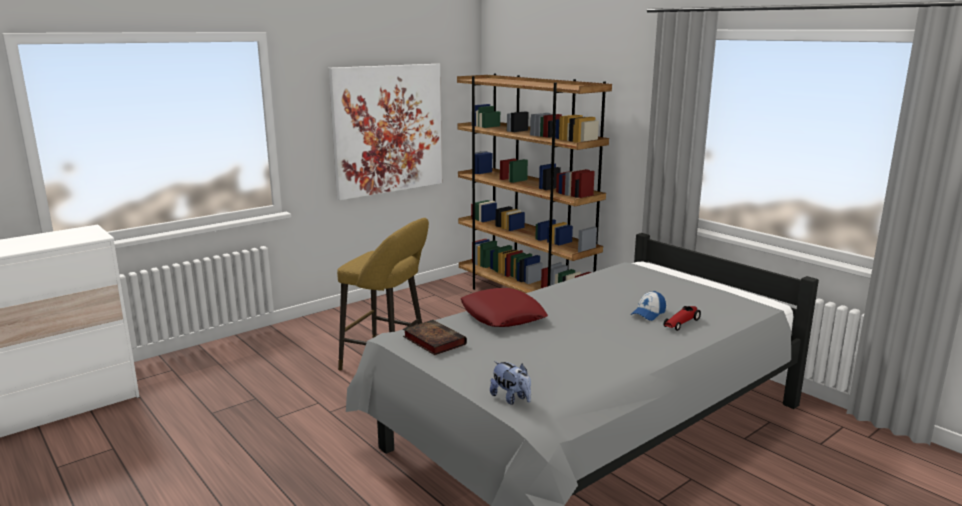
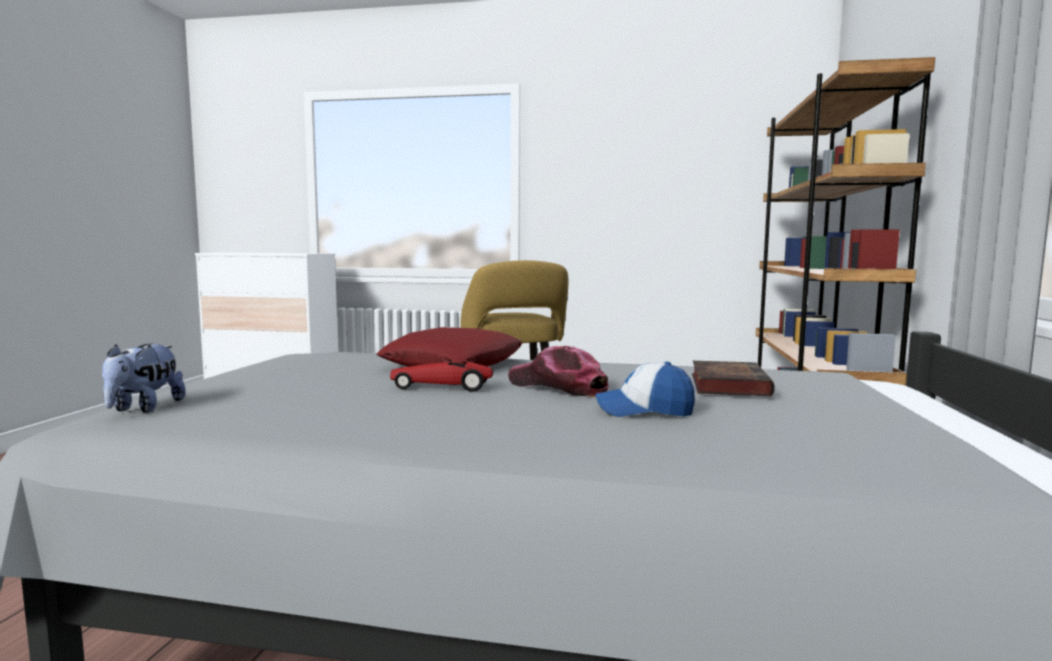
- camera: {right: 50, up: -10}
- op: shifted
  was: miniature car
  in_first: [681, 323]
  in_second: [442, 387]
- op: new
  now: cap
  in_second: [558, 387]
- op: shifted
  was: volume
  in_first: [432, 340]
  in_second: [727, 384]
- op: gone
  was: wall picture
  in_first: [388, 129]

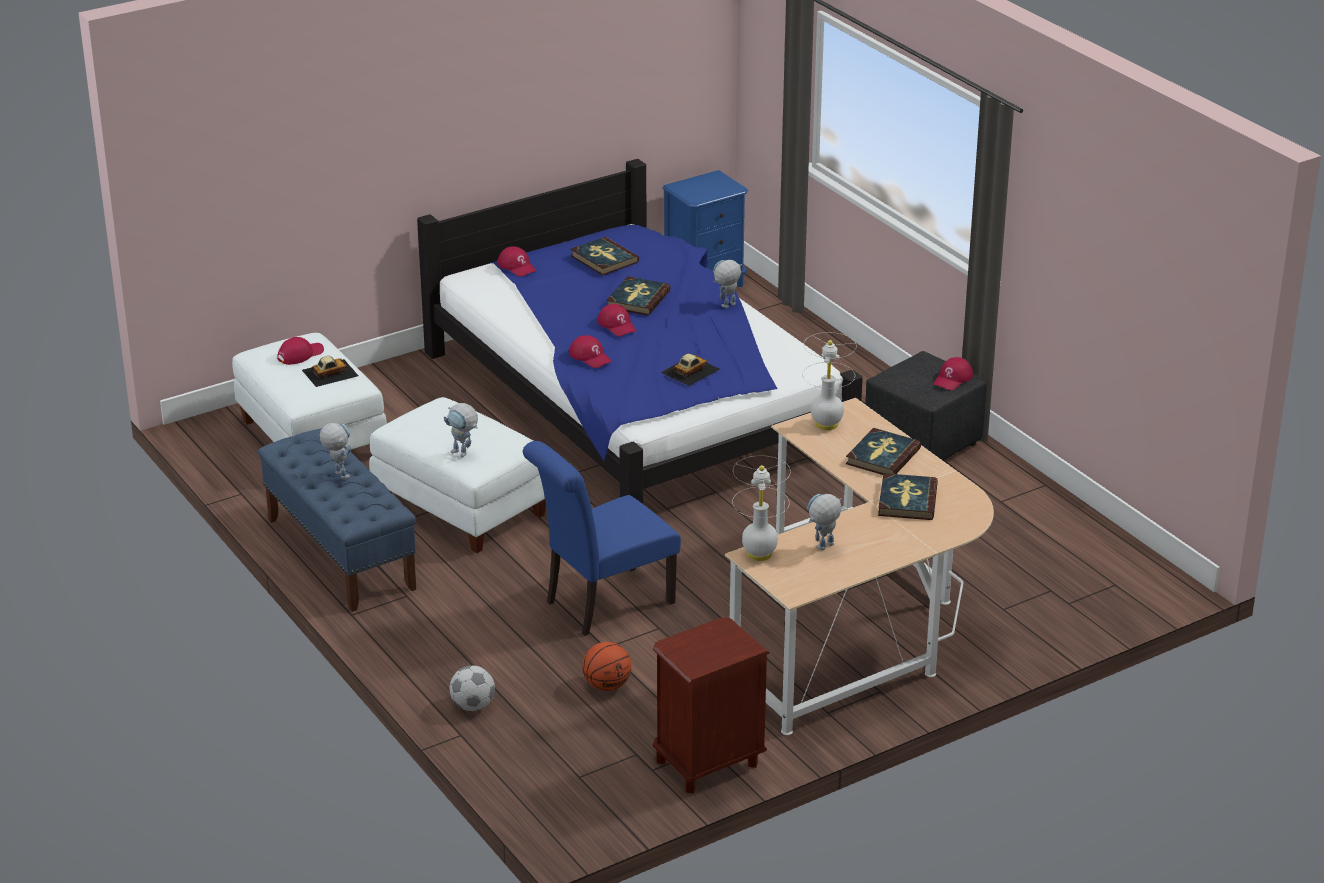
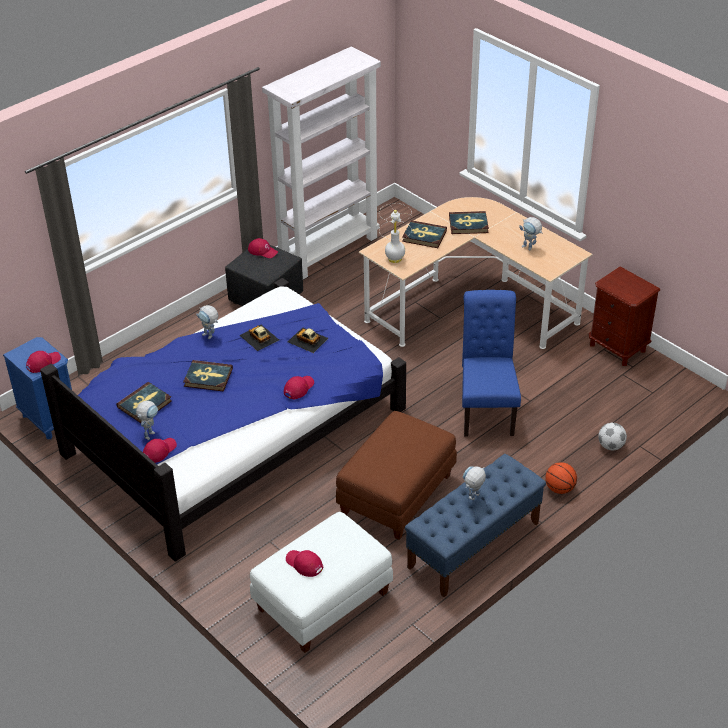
- camera: {right: -100, up: 10}
- op: shifted
  was: reddish cap
  in_first: [617, 325]
  in_second: [43, 362]
- op: shifted
  was: model robot
  in_first: [463, 454]
  in_second: [150, 433]
- op: shifted
  was: miniature car
  in_first: [329, 373]
  in_second: [259, 337]
- op: new
  now: white bookcase
  in_second: [328, 250]
- op: repainted
  was: white footrest
  now: brown-coloured footrest
  in_first: [463, 507]
  in_second: [396, 493]
- op: rotated
  was: bluish plain chair
  in_first: [602, 604]
  in_second: [486, 409]
  clockwise: -135
- op: shifted
  was: basketball ball
  in_first: [606, 685]
  in_second: [559, 489]
- op: gone
  was: white lamp for a table
  in_first: [760, 554]

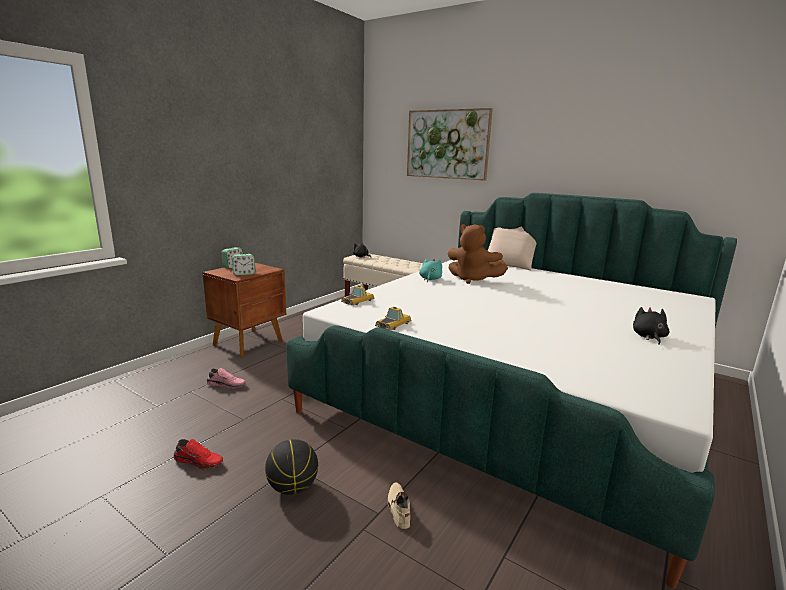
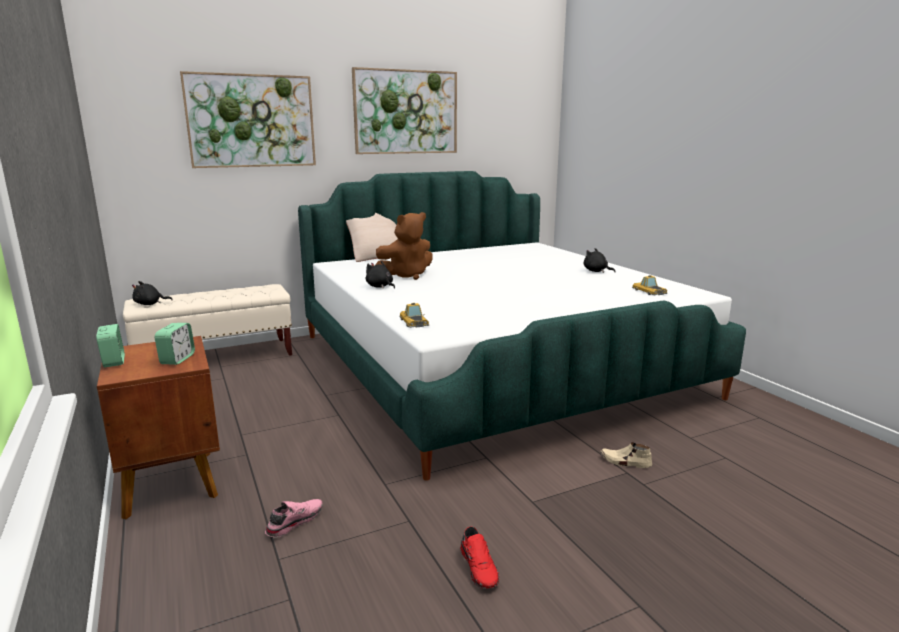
- camera: {right: -60, up: 0}
- op: new
  now: wall picture
  in_second: [406, 112]
- op: repainted
  was: turquoise plush toy
  now: black plush toy
  in_first: [430, 279]
  in_second: [380, 287]
- op: rotated
  was: reddish item of footwear
  in_first: [199, 461]
  in_second: [480, 567]
  clockwise: 120
- op: shifted
  was: miniature car
  in_first: [394, 324]
  in_second: [648, 291]
- op: gone
  was: basketball ball
  in_first: [293, 487]

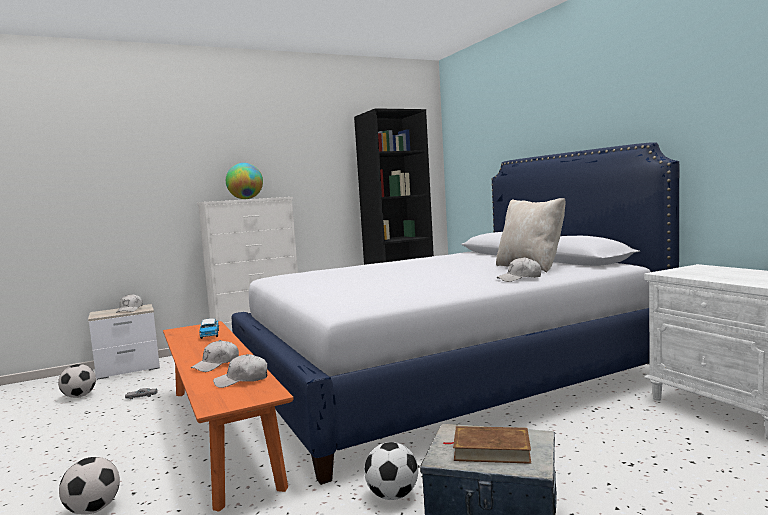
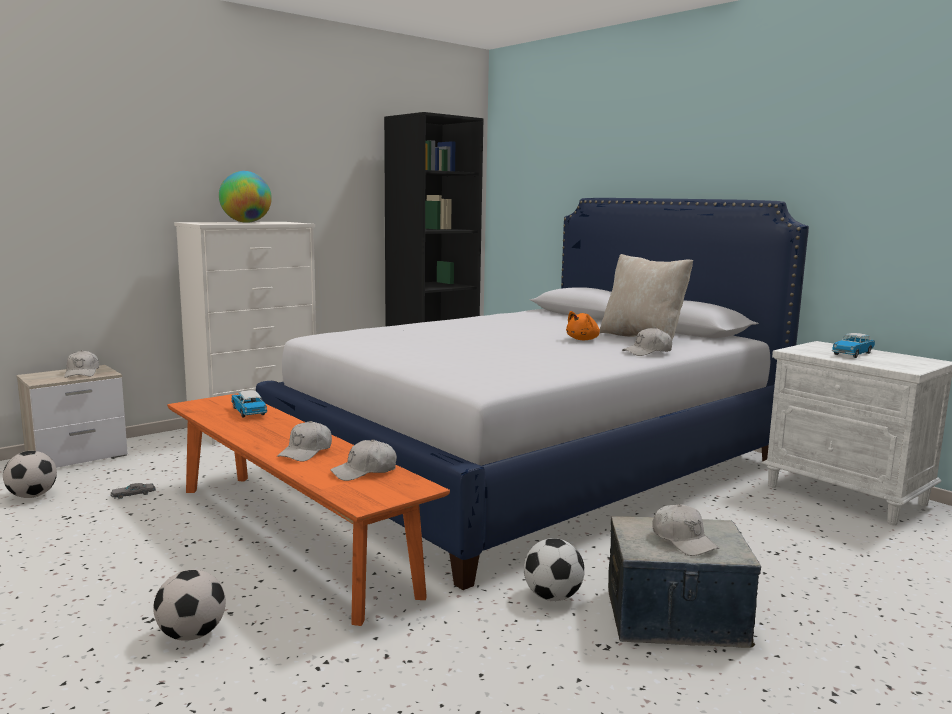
- camera: {right: -15, up: 5}
- op: new
  now: orange plush toy
  in_second: [583, 340]
- op: swapped
  was: brown-coloured volume
  now: white cap
  in_first: [491, 449]
  in_second: [683, 540]
- op: new
  now: miniature car
  in_second: [852, 354]

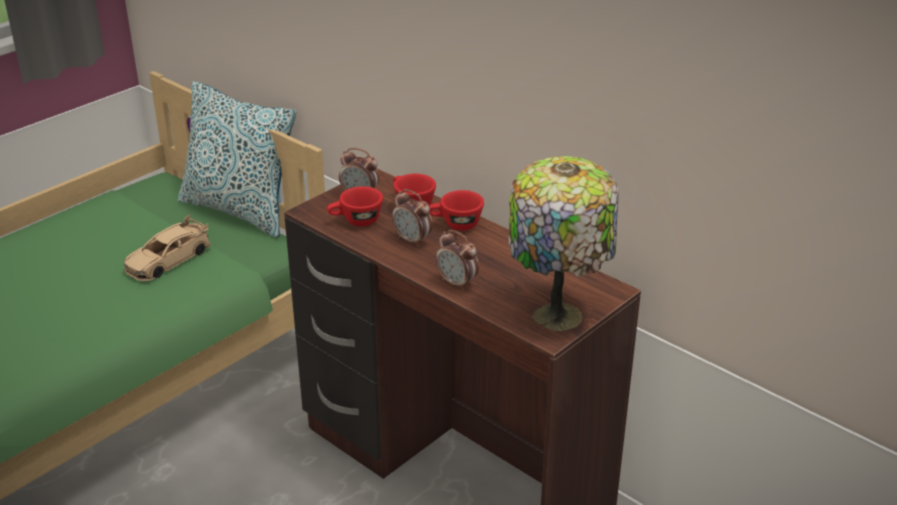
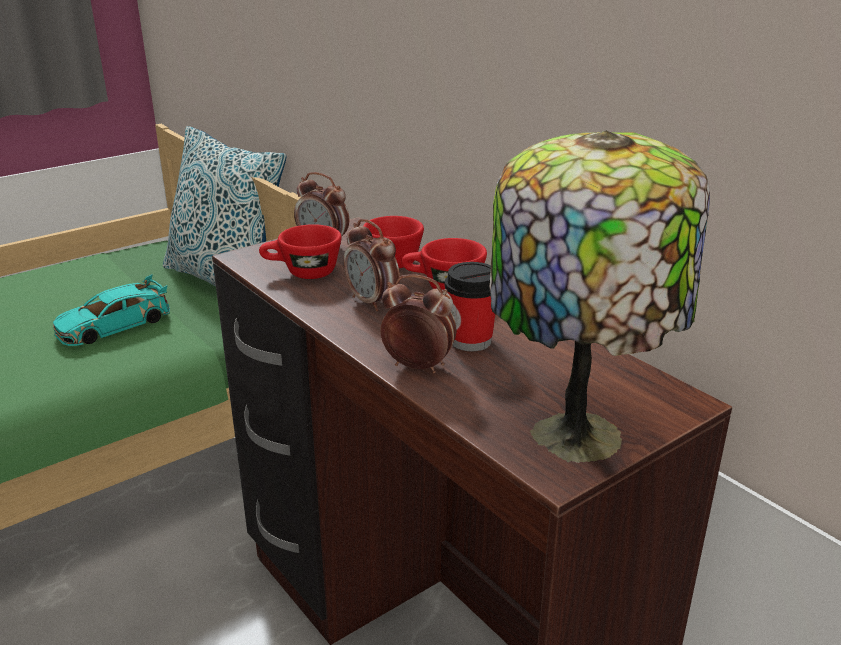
- camera: {right: 10, up: -5}
- op: repainted
  was: sand-coloured miniature car
  now: turquoise miniature car
  in_first: [168, 260]
  in_second: [114, 325]
- op: rotated
  was: bedside clock
  in_first: [457, 283]
  in_second: [418, 366]
  clockwise: 150
- op: new
  now: cup
  in_second: [470, 341]

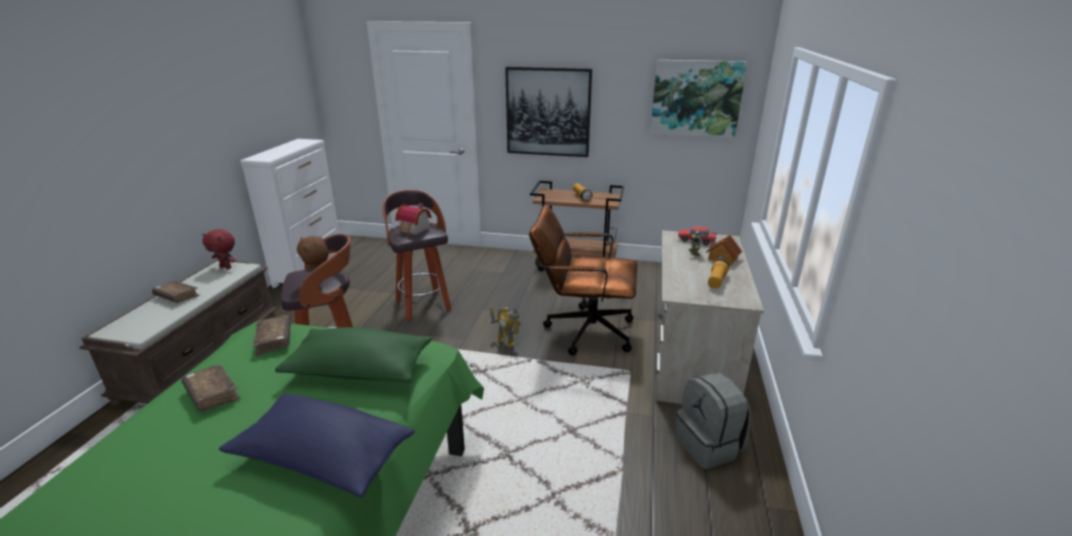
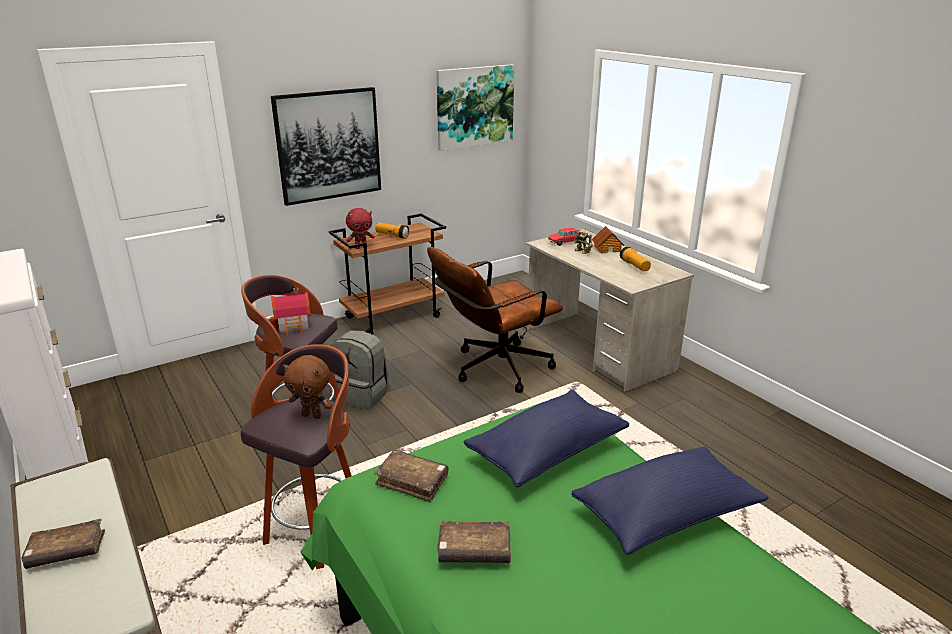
- camera: {right: -45, up: 0}
- op: shifted
  was: grey backpack
  in_first: [709, 446]
  in_second: [362, 395]
- op: shifted
  was: reddish plush toy
  in_first: [226, 267]
  in_second: [361, 247]
- op: repainted
  was: green throw pillow
  now: bluish throw pillow
  in_first: [360, 370]
  in_second: [546, 452]
- op: gone
  was: model robot
  in_first: [505, 342]

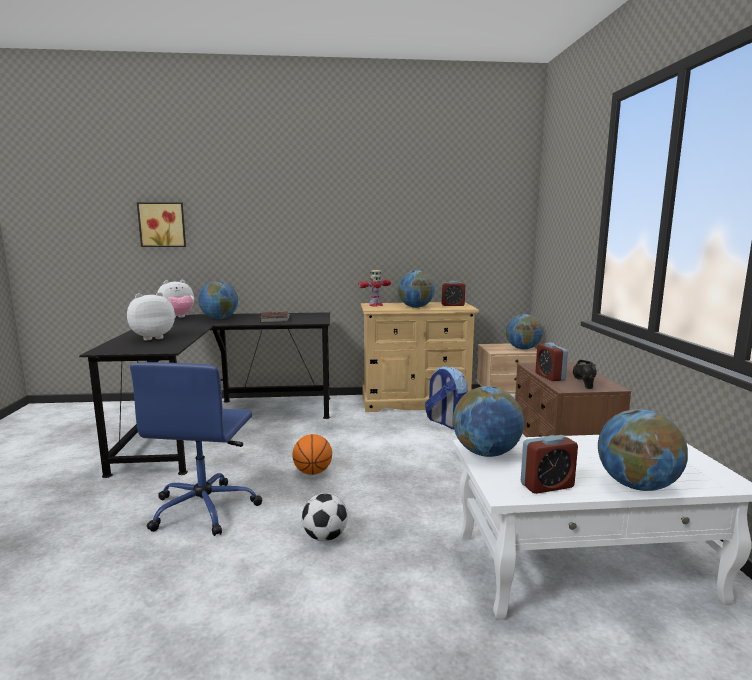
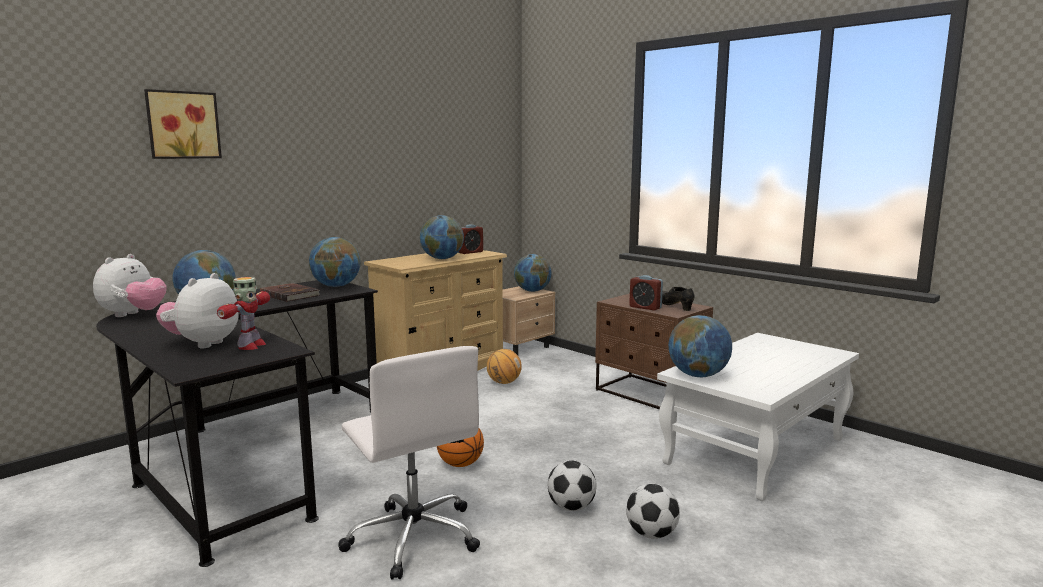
- camera: {right: -40, up: 0}
- op: shifted
  was: wall picture
  in_first: [162, 224]
  in_second: [182, 125]
- op: shifted
  was: model robot
  in_first: [375, 305]
  in_second: [250, 346]
- op: shifted
  was: world globe
  in_first: [636, 485]
  in_second: [336, 286]
- op: repainted
  was: bluish desk chair
  now: white desk chair
  in_first: [205, 508]
  in_second: [413, 536]
- op: swapped
  was: backpack
  now: basketball ball
  in_first: [446, 423]
  in_second: [503, 382]
- op: new
  now: football
  in_second: [651, 534]
- op: gone
  was: bedside clock
  in_first: [547, 485]

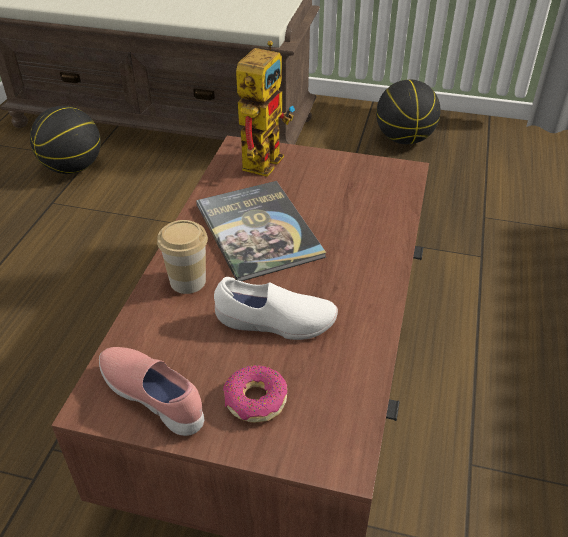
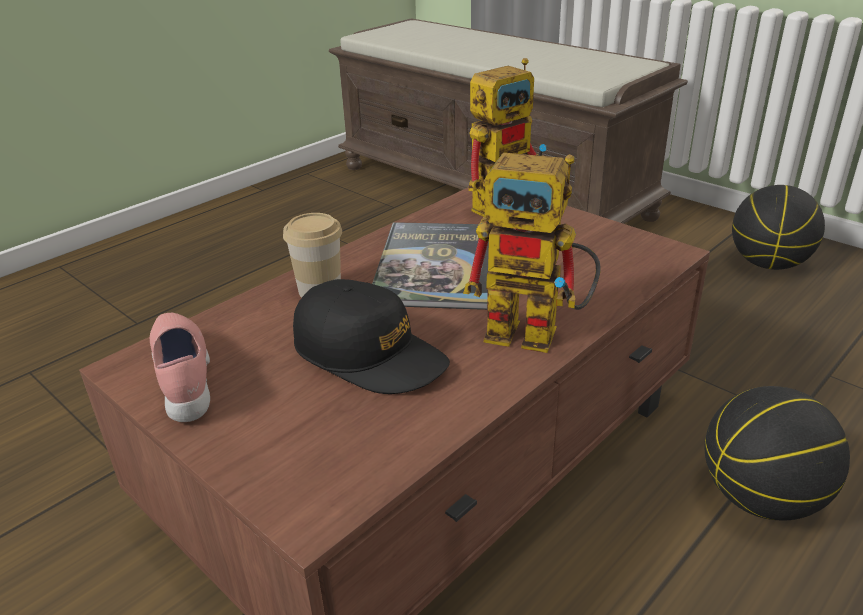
- camera: {right: 30, up: -10}
- op: swapped
  was: white item of footwear
  now: black cap
  in_first: [275, 324]
  in_second: [369, 354]
- op: new
  now: model robot
  in_second: [538, 333]
- op: shifted
  was: basketball ball
  in_first: [73, 168]
  in_second: [761, 499]
- op: gone
  was: donut
  in_first: [255, 400]

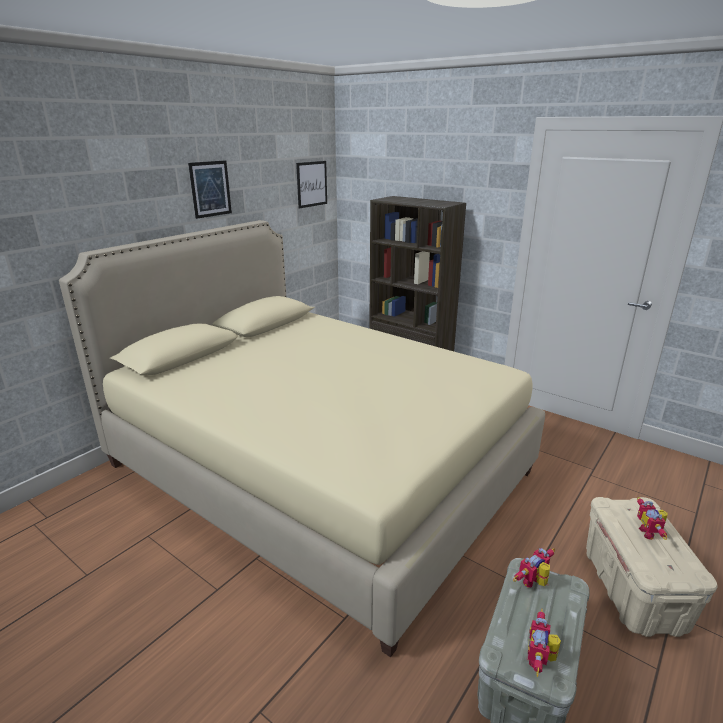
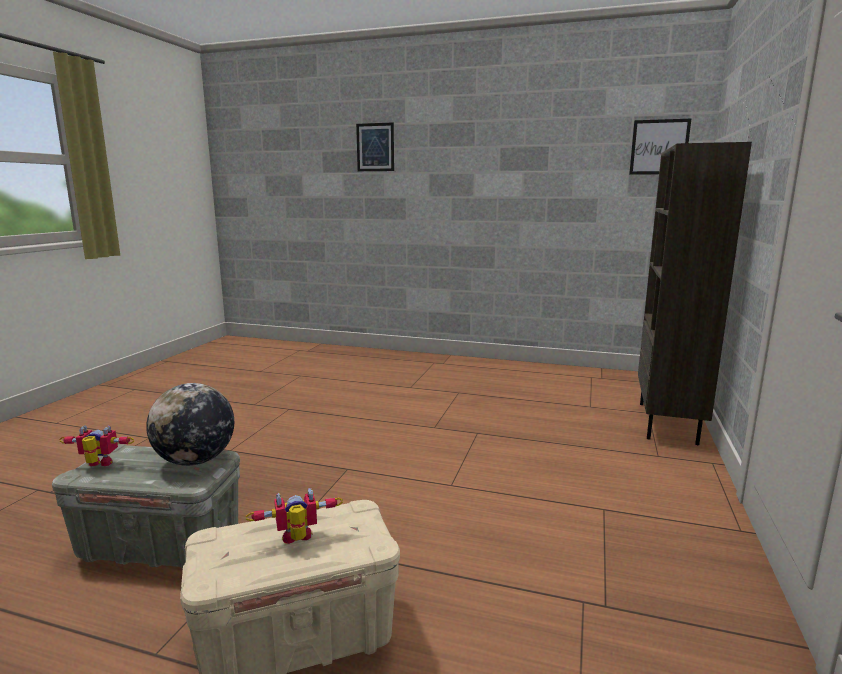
- camera: {right: 70, up: -10}
- op: swapped
  was: model robot
  now: world globe
  in_first: [534, 583]
  in_second: [195, 461]
- op: shifted
  was: wall picture
  in_first: [210, 189]
  in_second: [375, 147]
- op: gone
  was: sand-coloured sleeping bed
  in_first: [317, 469]

